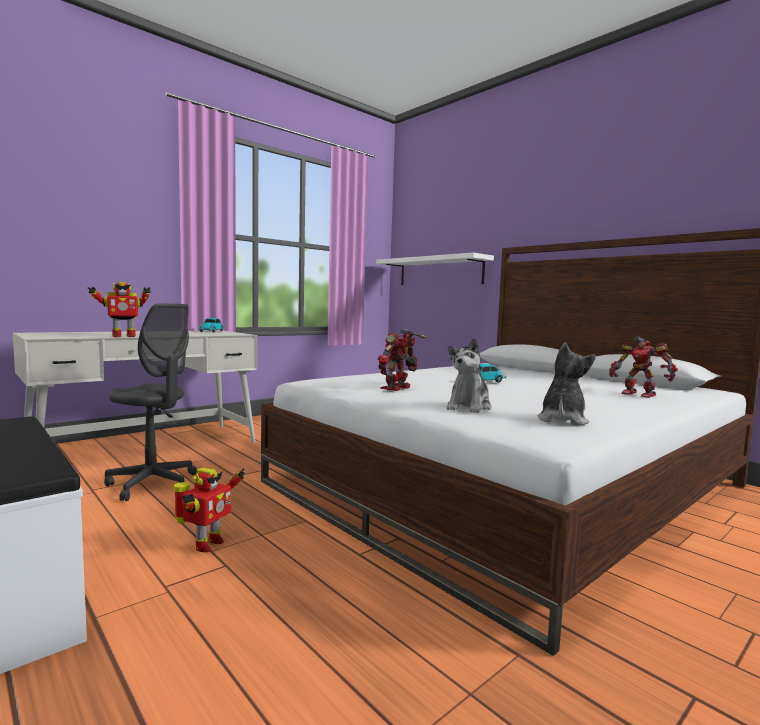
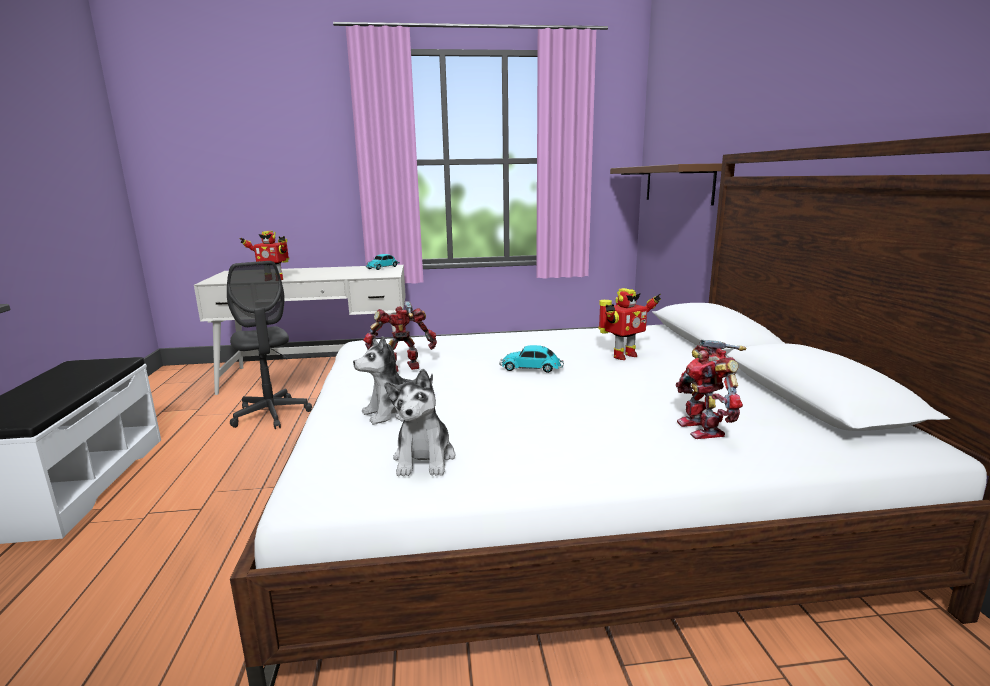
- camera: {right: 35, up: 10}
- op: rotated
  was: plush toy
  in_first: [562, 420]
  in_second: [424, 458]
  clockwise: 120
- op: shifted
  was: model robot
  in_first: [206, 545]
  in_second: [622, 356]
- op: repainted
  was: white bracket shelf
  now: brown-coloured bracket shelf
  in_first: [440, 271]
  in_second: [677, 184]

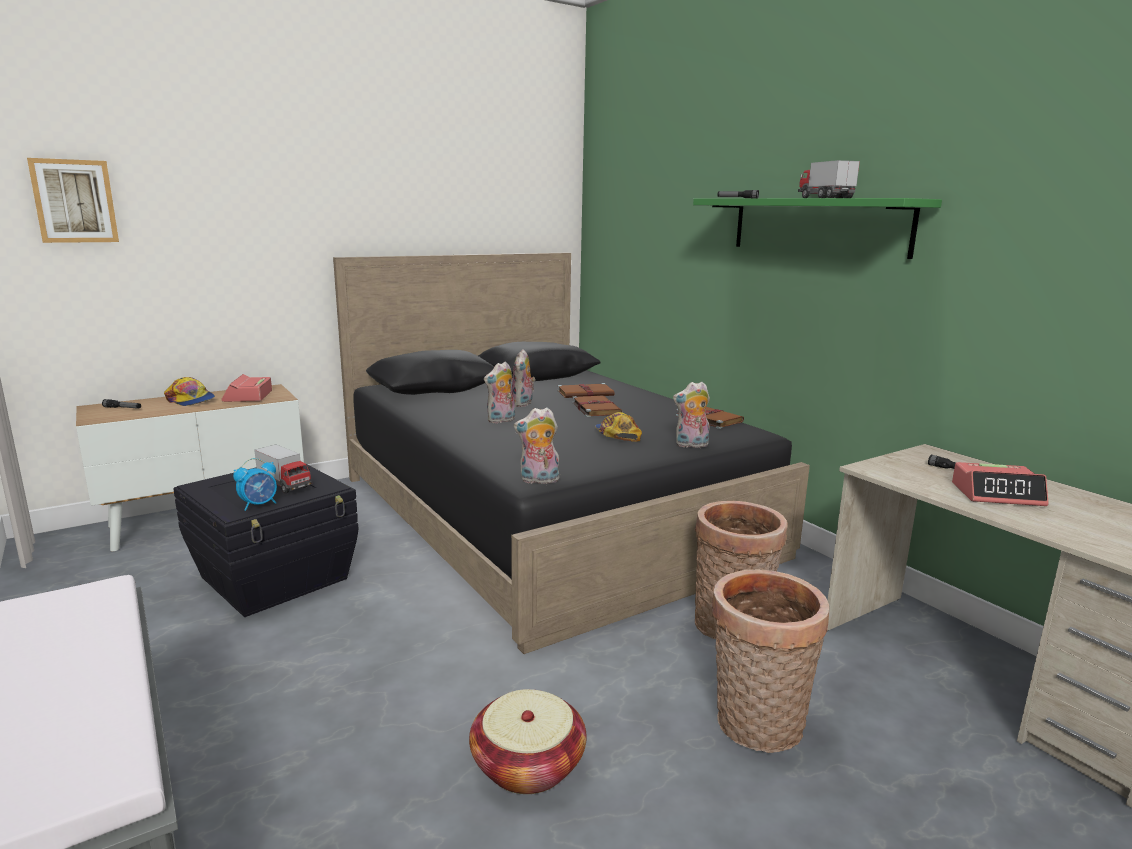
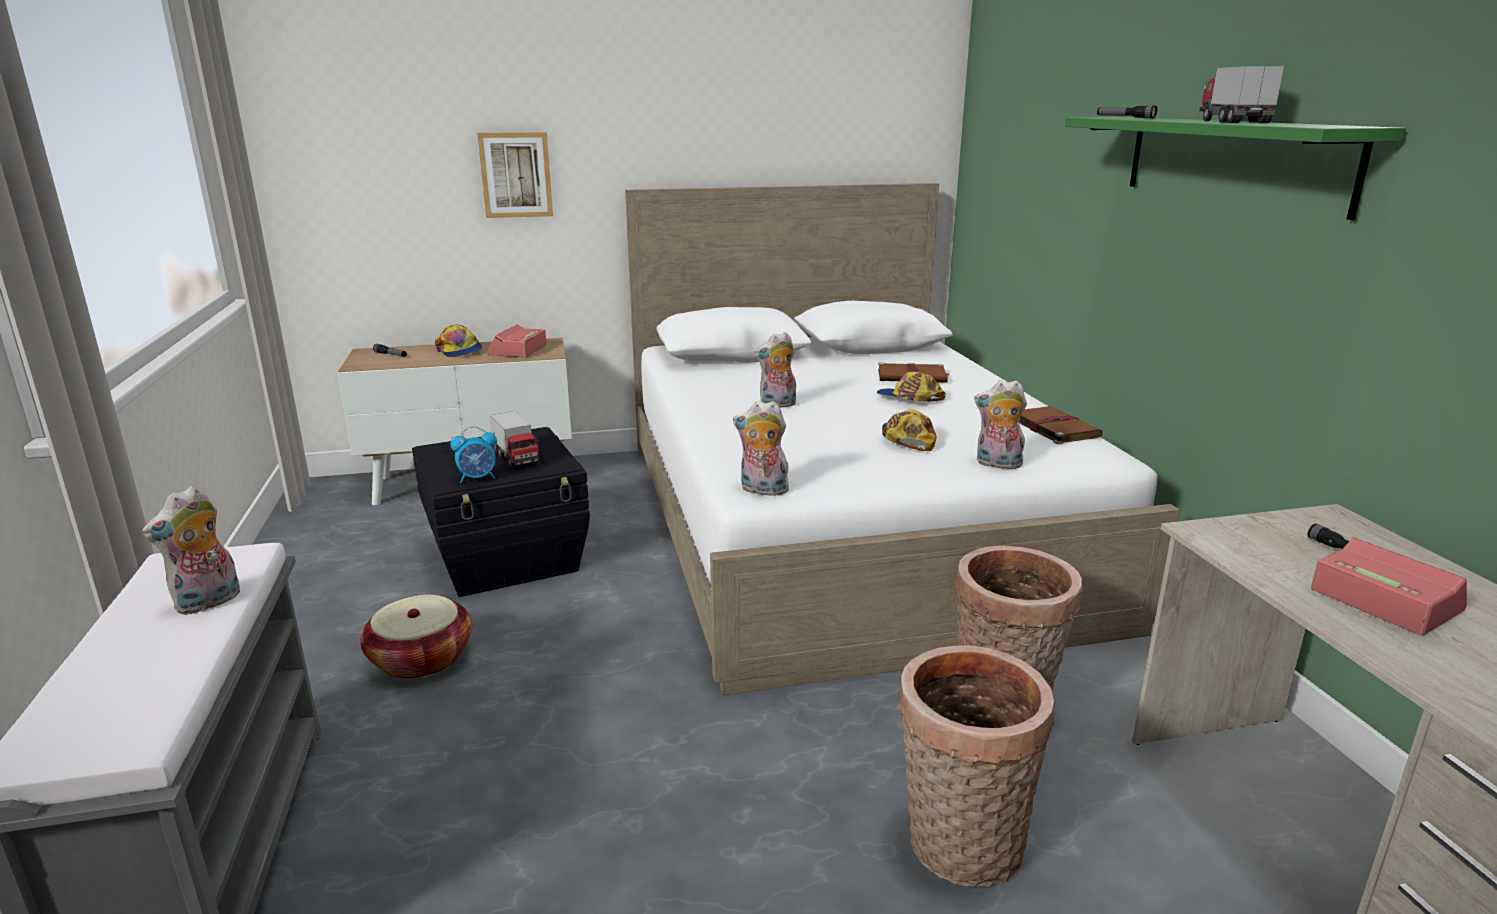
- camera: {right: 20, up: 5}
- op: shifted
  was: plush toy
  in_first: [523, 404]
  in_second: [208, 603]
- op: shifted
  was: household basket
  in_first: [528, 765]
  in_second: [421, 659]
- op: shifted
  was: wall picture
  in_first: [74, 201]
  in_second: [516, 175]
- op: repainted
  was: black sleeping bed
  now: white sleeping bed
  in_first: [549, 514]
  in_second: [846, 526]
- op: swapped
  was: brown-coloured volume
  now: cap
  in_first: [595, 408]
  in_second: [909, 399]
- op: rotated
  was: bedside clock
  in_first: [997, 494]
  in_second: [1383, 600]
  clockwise: -150

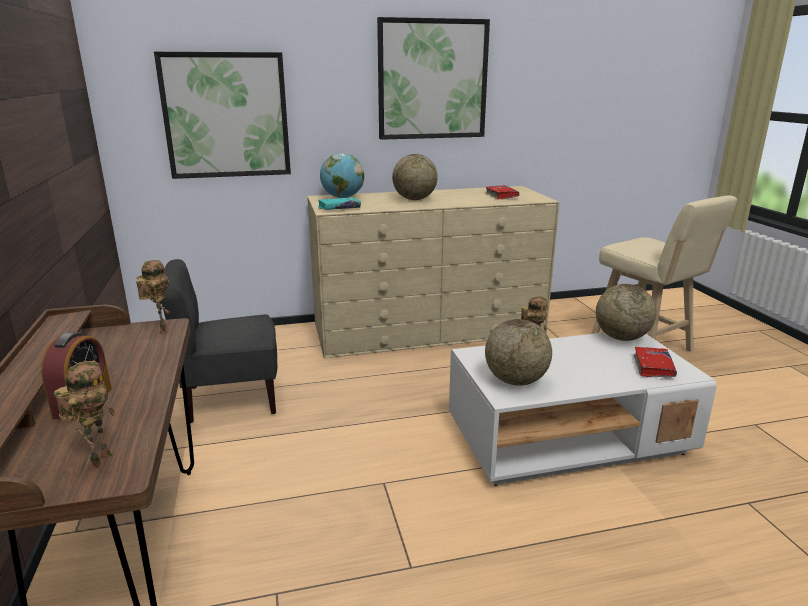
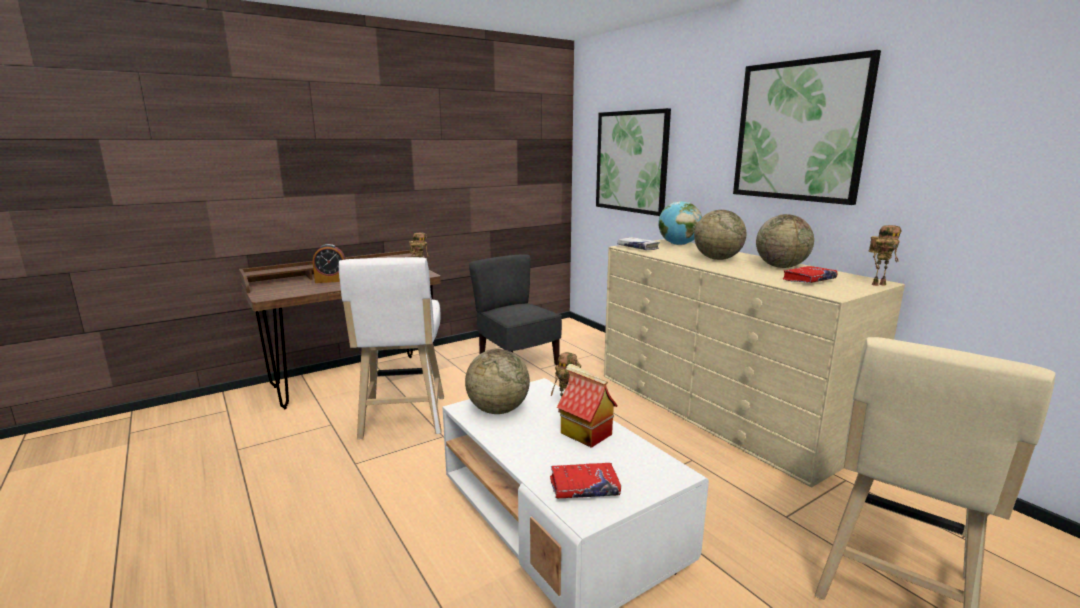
- camera: {right: 70, up: -5}
- op: new
  now: white stool
  in_second: [402, 420]
- op: new
  now: model house
  in_second: [585, 433]
- op: repainted
  was: turquoise volume
  now: white volume
  in_first: [339, 208]
  in_second: [638, 248]
- op: shifted
  was: world globe
  in_first: [621, 337]
  in_second: [781, 267]
- op: shifted
  was: model robot
  in_first: [100, 460]
  in_second: [878, 284]

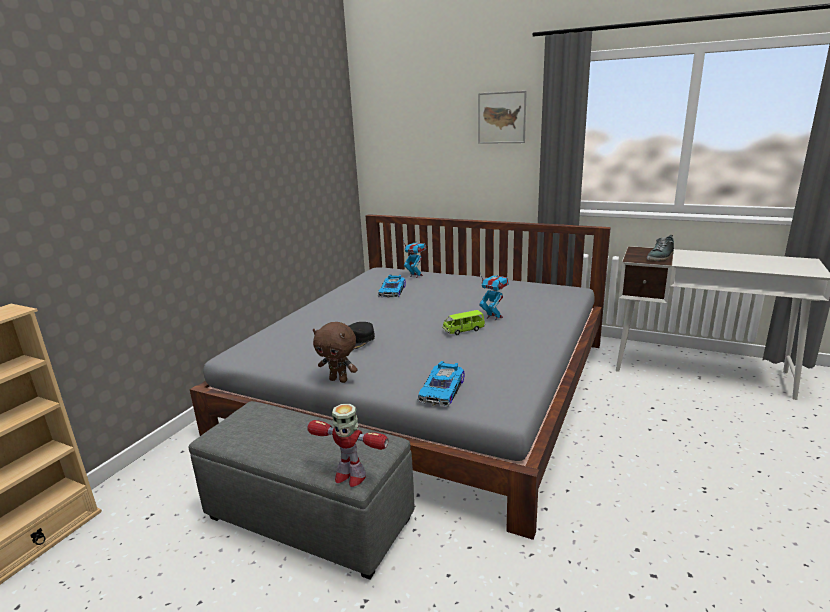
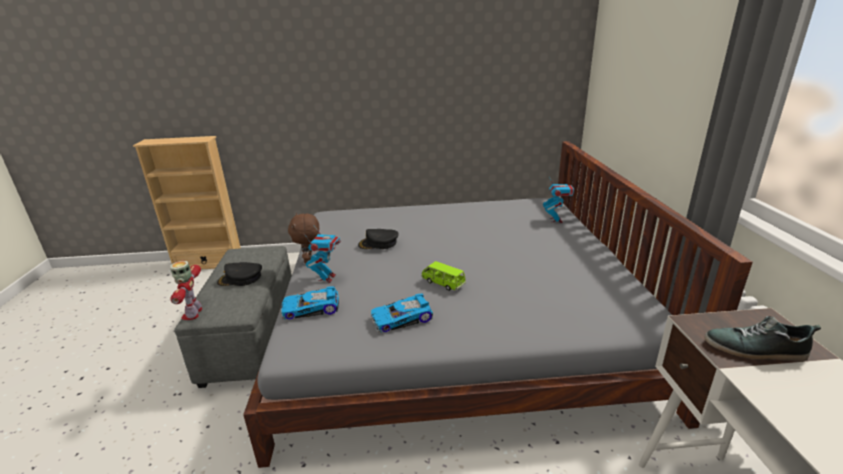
- camera: {right: 60, up: 5}
- op: new
  now: black cap
  in_second: [240, 278]
- op: shifted
  was: model robot
  in_first: [493, 317]
  in_second: [327, 278]
- op: shifted
  was: miniature car
  in_first: [393, 291]
  in_second: [402, 319]
- op: gone
  was: wall picture
  in_first: [501, 117]

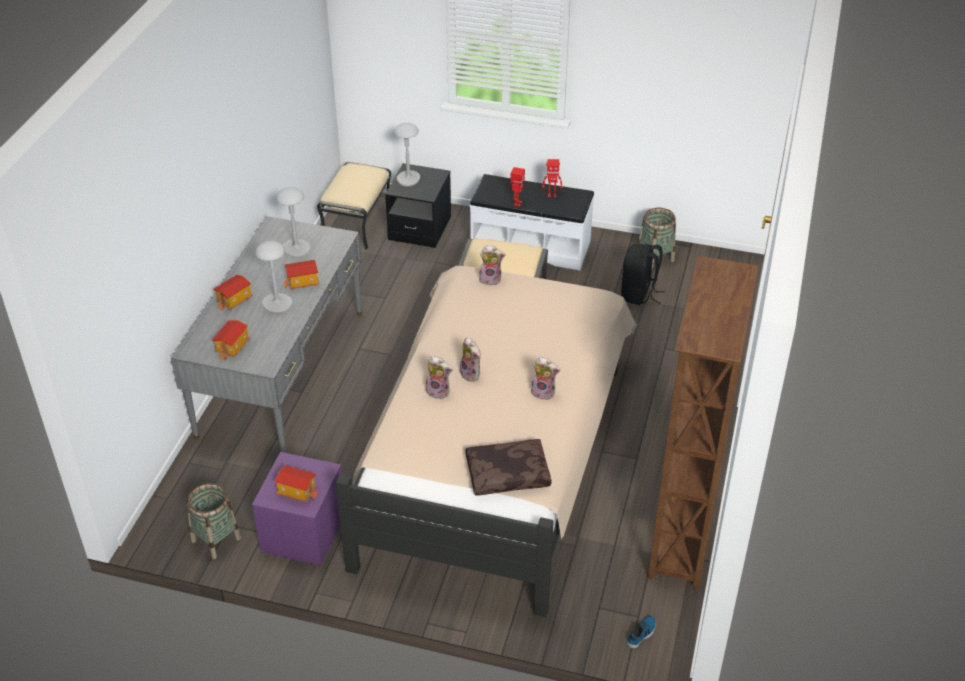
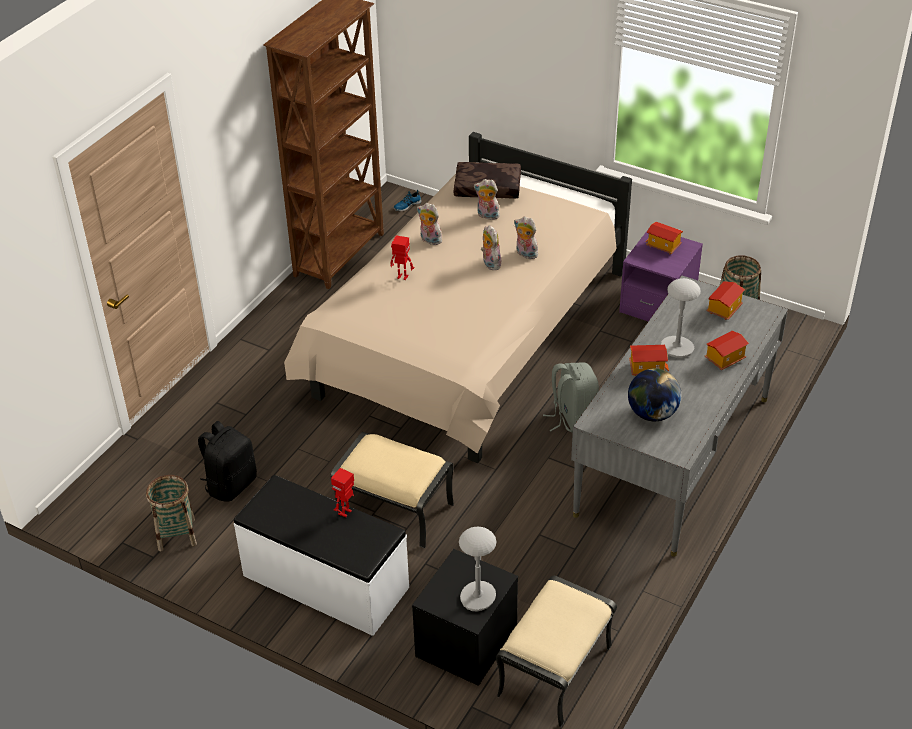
- camera: {right: -165, up: 0}
- op: shifted
  was: model robot
  in_first: [551, 195]
  in_second: [402, 277]
- op: shifted
  was: plush toy
  in_first: [491, 279]
  in_second: [487, 216]
- op: new
  now: grey backpack
  in_second: [572, 419]
- op: swapped
  was: grey lamp for a table
  now: world globe
  in_first: [296, 249]
  in_second: [652, 414]

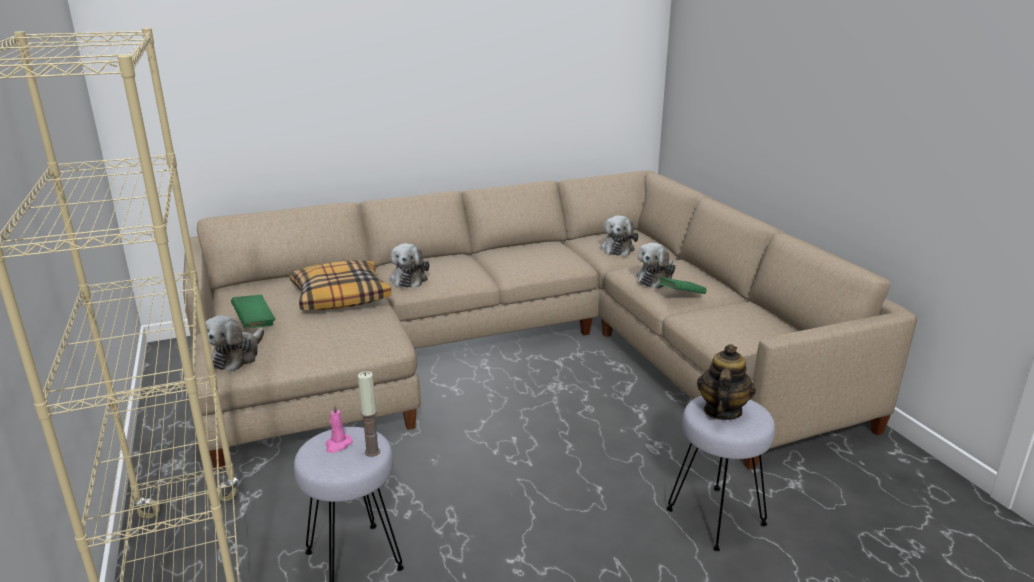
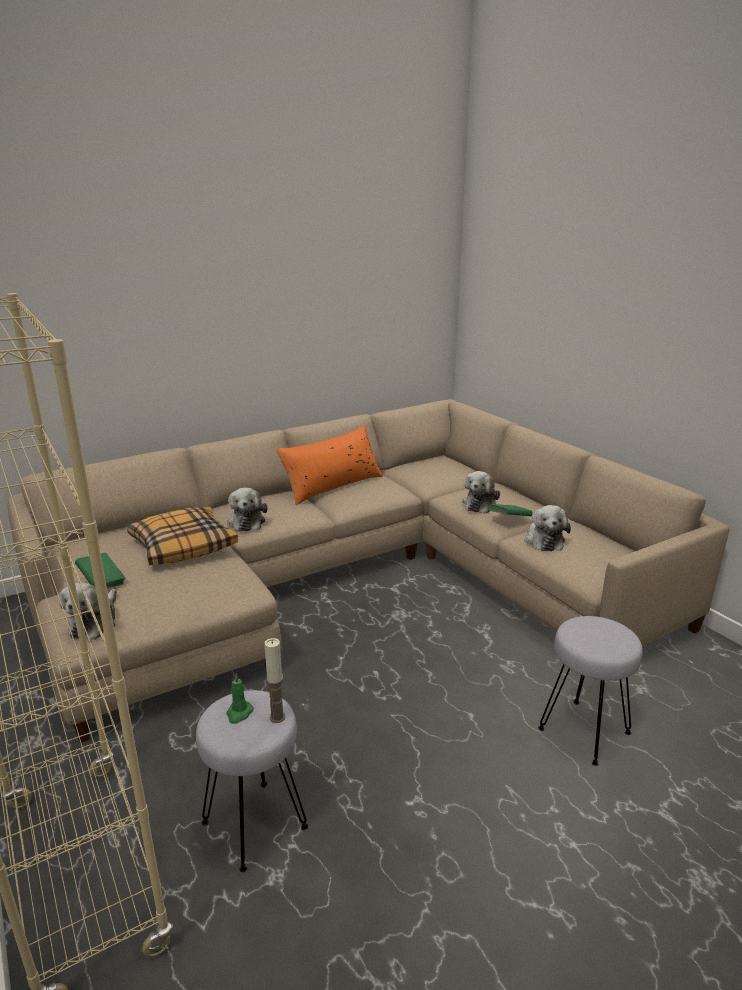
- camera: {right: -10, up: 0}
- op: repainted
  was: pink-coloured wax light
  now: green wax light
  in_first: [338, 445]
  in_second: [239, 713]
- op: new
  now: orange throw pillow
  in_second: [332, 486]
- op: shifted
  was: plush toy
  in_first: [617, 248]
  in_second: [544, 540]
- op: gone
  was: teapot
  in_first: [722, 411]

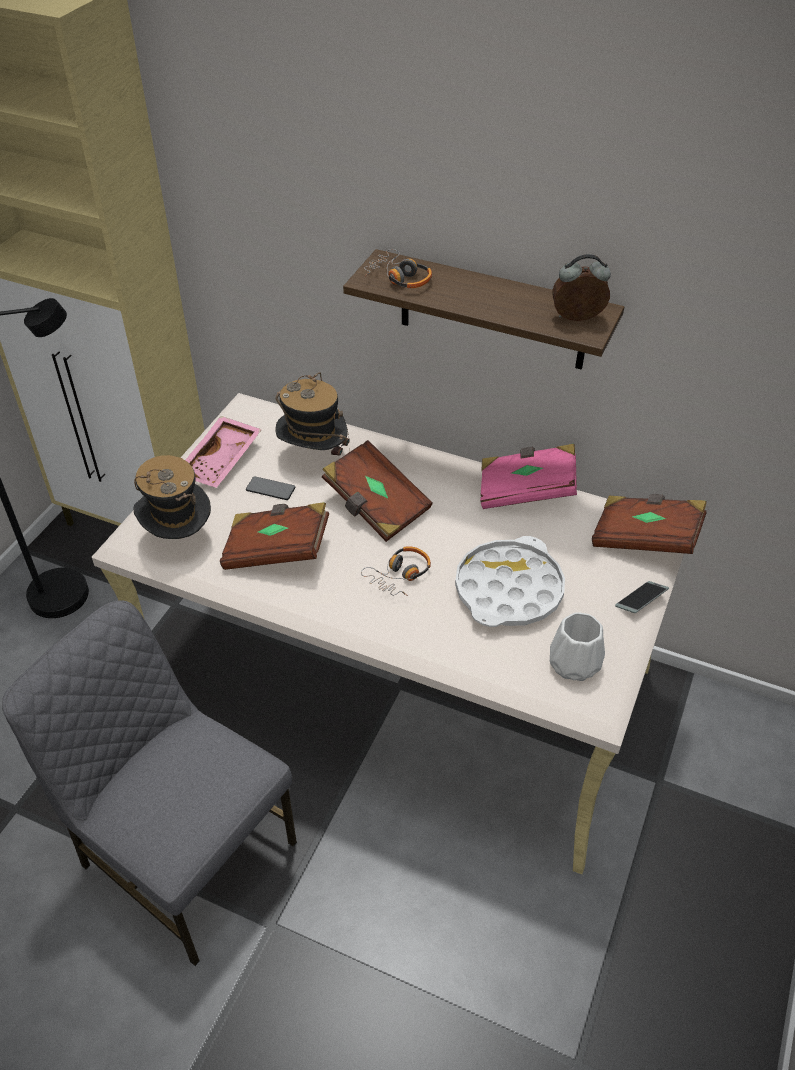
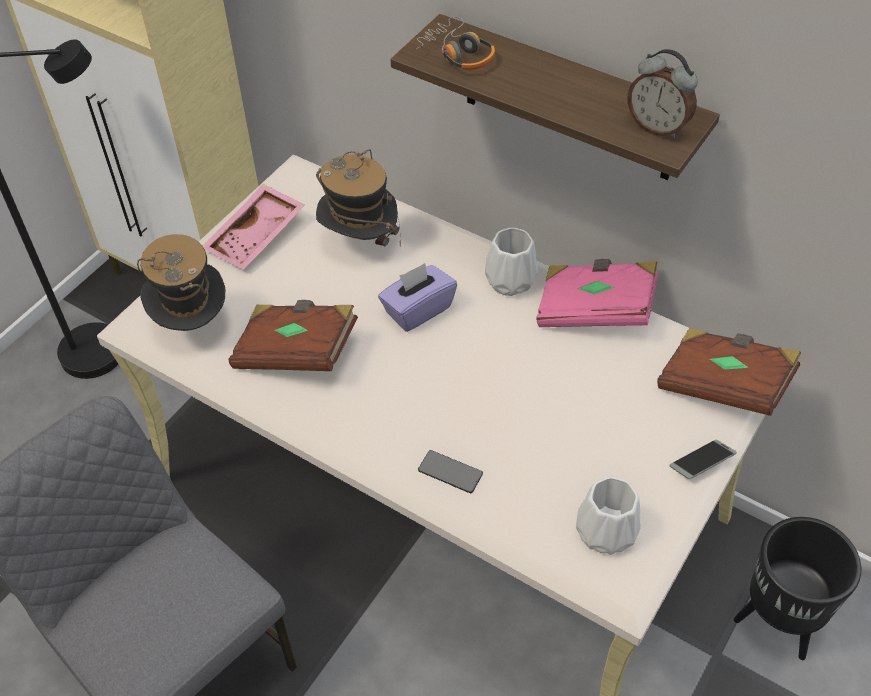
- camera: {right: 10, up: 5}
- op: swapped
  was: brown-coloured volume
  now: purple box of tissues
  in_first: [375, 506]
  in_second: [417, 310]
- op: shifted
  was: phone
  in_first: [270, 489]
  in_second: [450, 472]
- op: new
  now: white flower vase
  in_second: [511, 281]
- op: rotated
  was: bedside clock
  in_first: [577, 319]
  in_second: [657, 127]
  clockwise: -150
- op: new
  now: black flower pot
  in_second: [778, 623]
- op: gone
  was: pair of headphones
  in_first: [400, 575]
- op: gone
  was: white carrying tray
  in_first: [508, 590]

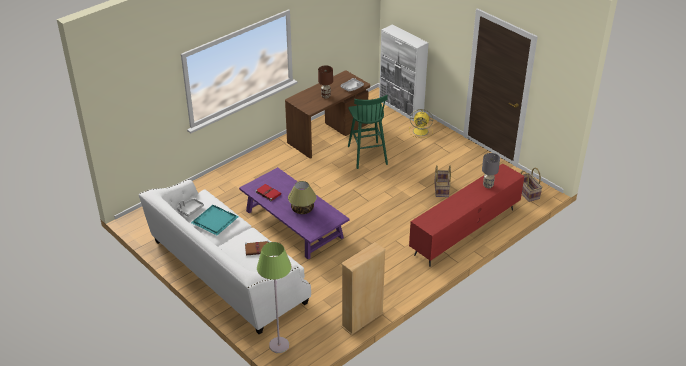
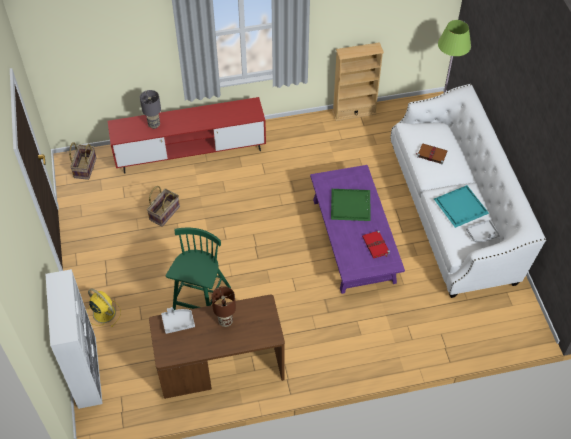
- camera: {right: -150, up: 15}
- op: swapped
  was: lamp for a table
  now: green carrying tray
  in_first: [302, 209]
  in_second: [351, 206]

